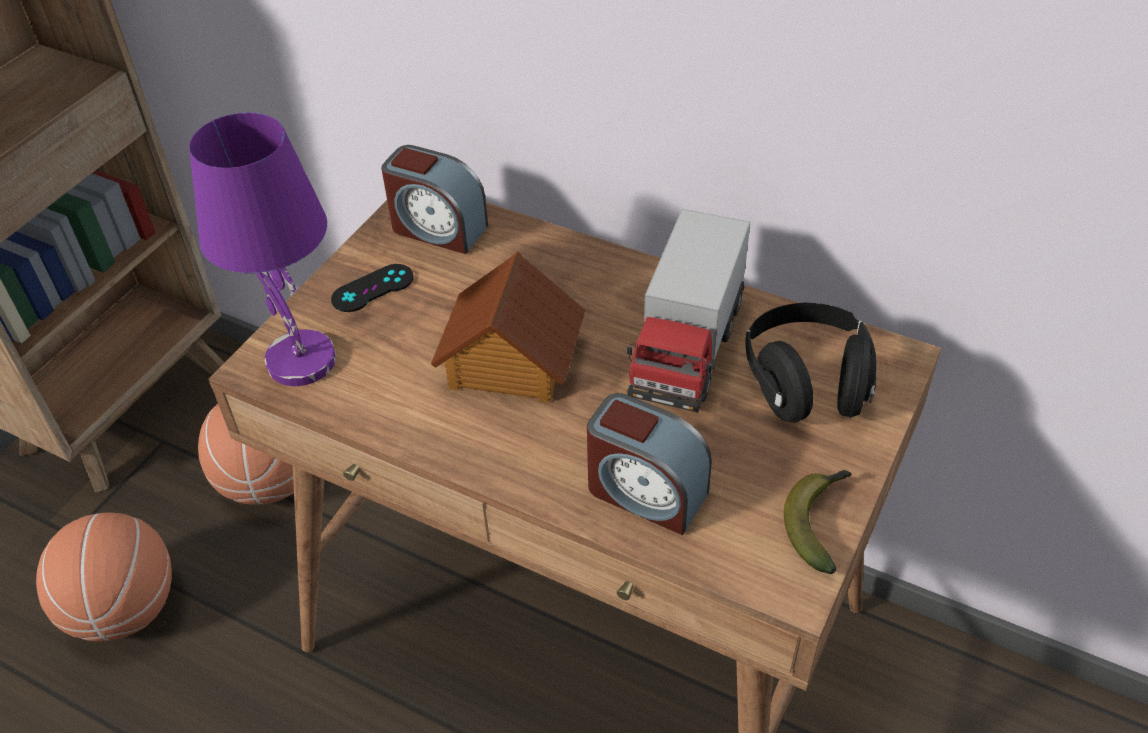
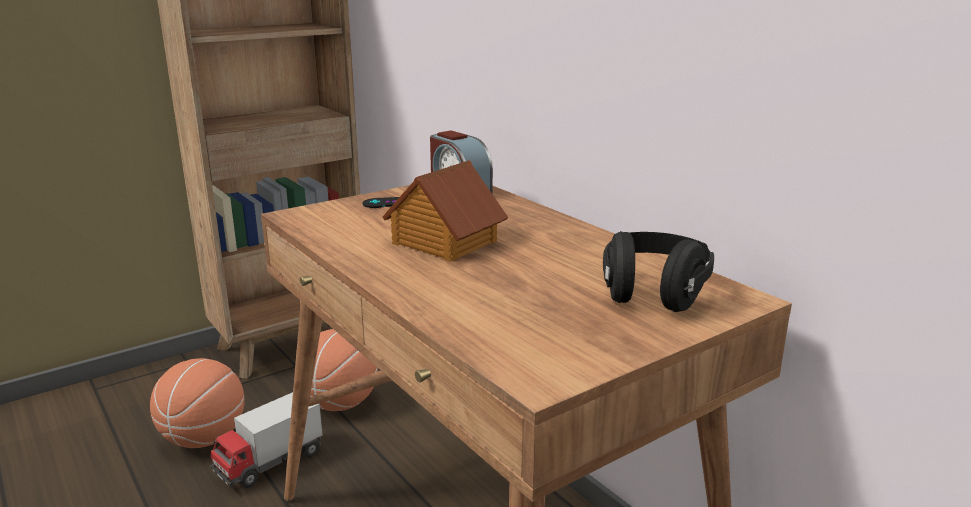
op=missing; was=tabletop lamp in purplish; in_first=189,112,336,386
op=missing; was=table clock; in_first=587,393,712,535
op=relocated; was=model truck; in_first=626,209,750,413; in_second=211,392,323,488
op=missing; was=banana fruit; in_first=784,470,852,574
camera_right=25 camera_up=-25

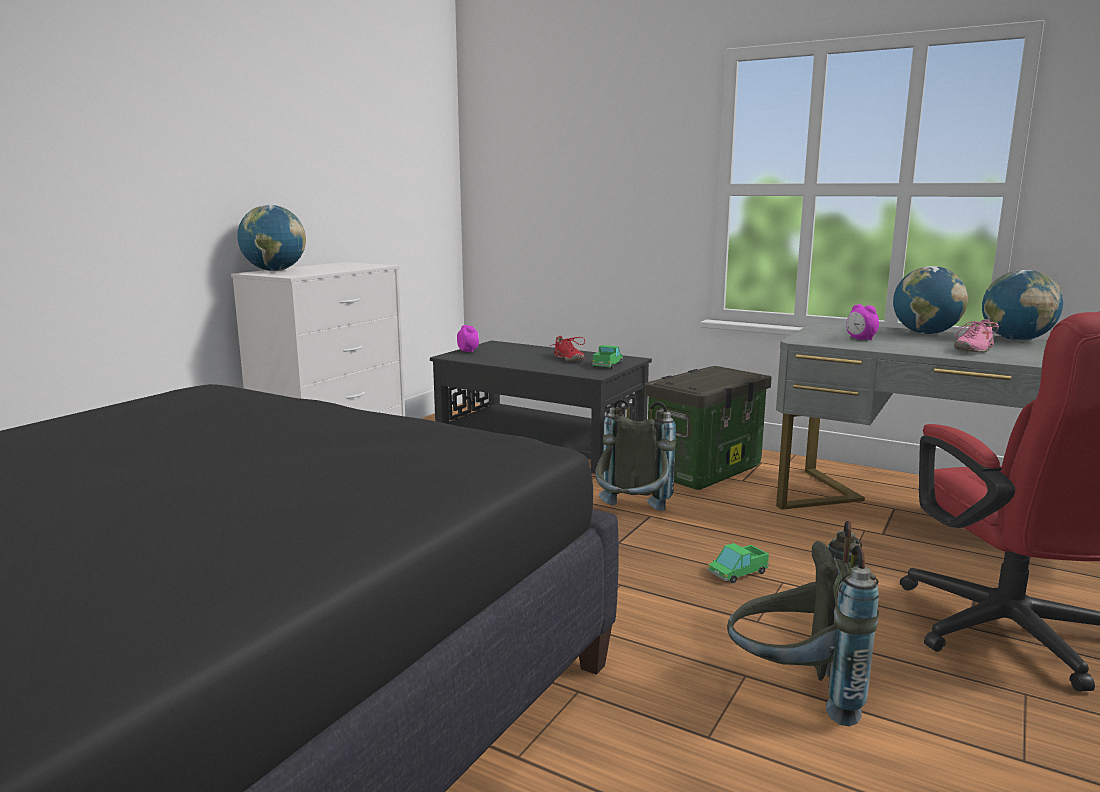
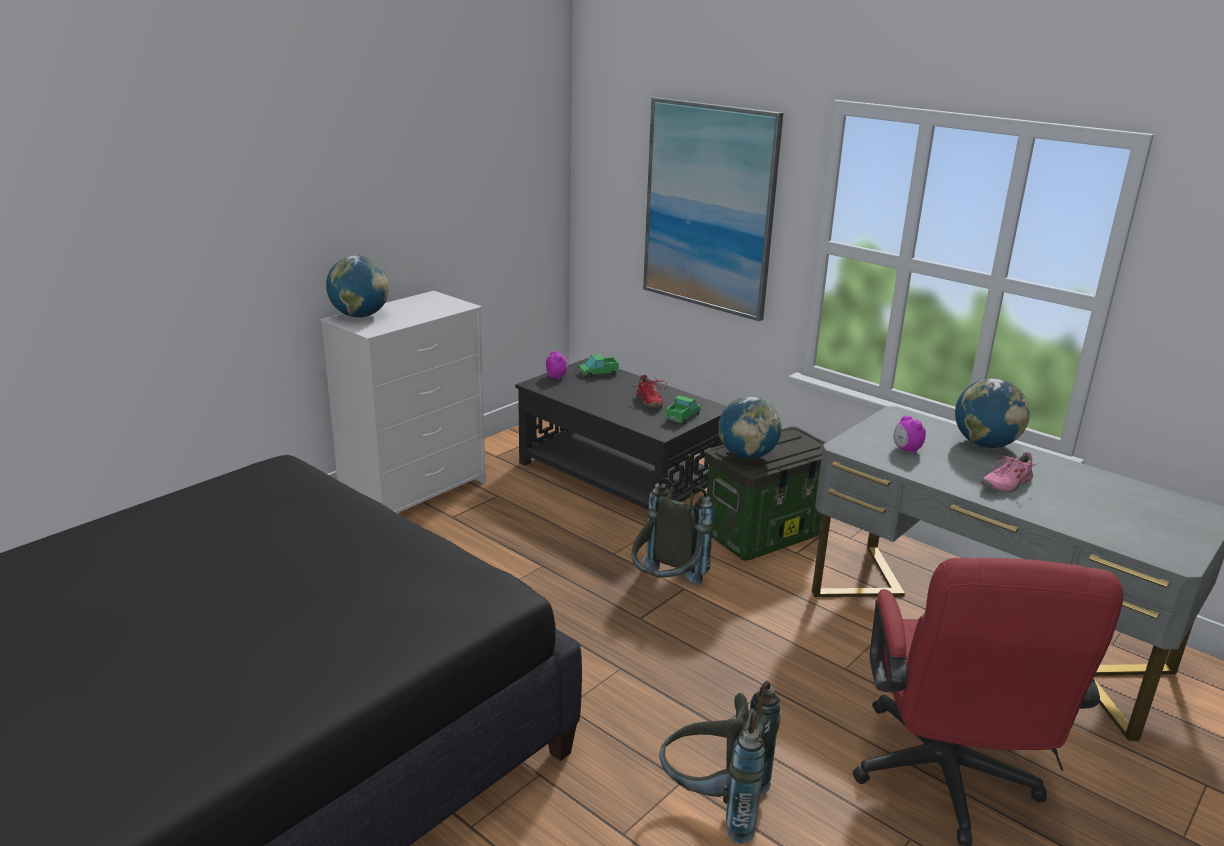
op=relocated; was=model truck; in_first=707,543,769,584; in_second=578,354,619,378
op=relocated; was=world globe; in_first=982,270,1063,341; in_second=718,396,781,459
op=appeared; now=picture; in_second=643,97,783,321
camera_right=10 camera_up=10

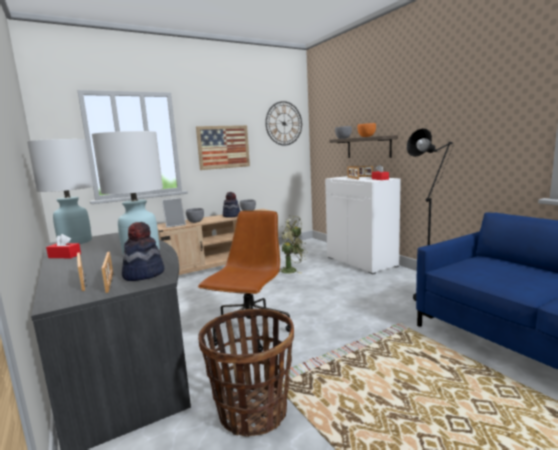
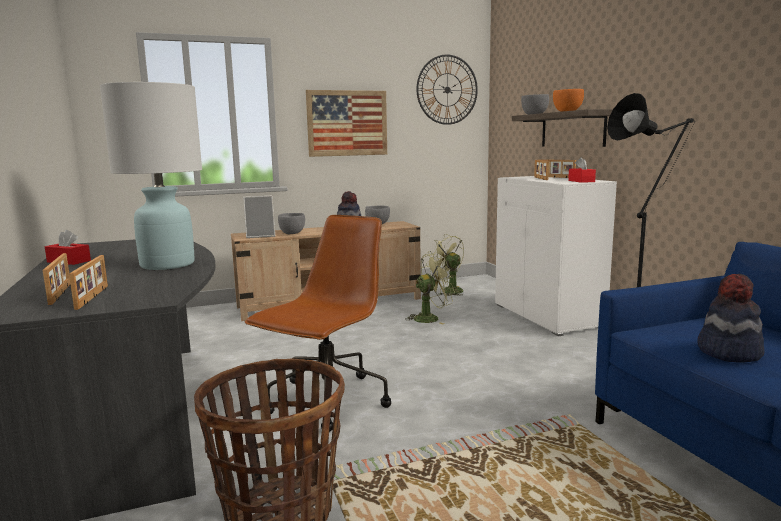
op=missing; was=tabletop lamp in white-coloured; in_first=27,139,93,244
op=relocated; was=hat; in_first=122,222,164,281; in_second=697,274,764,363
camera_right=10 camera_up=0

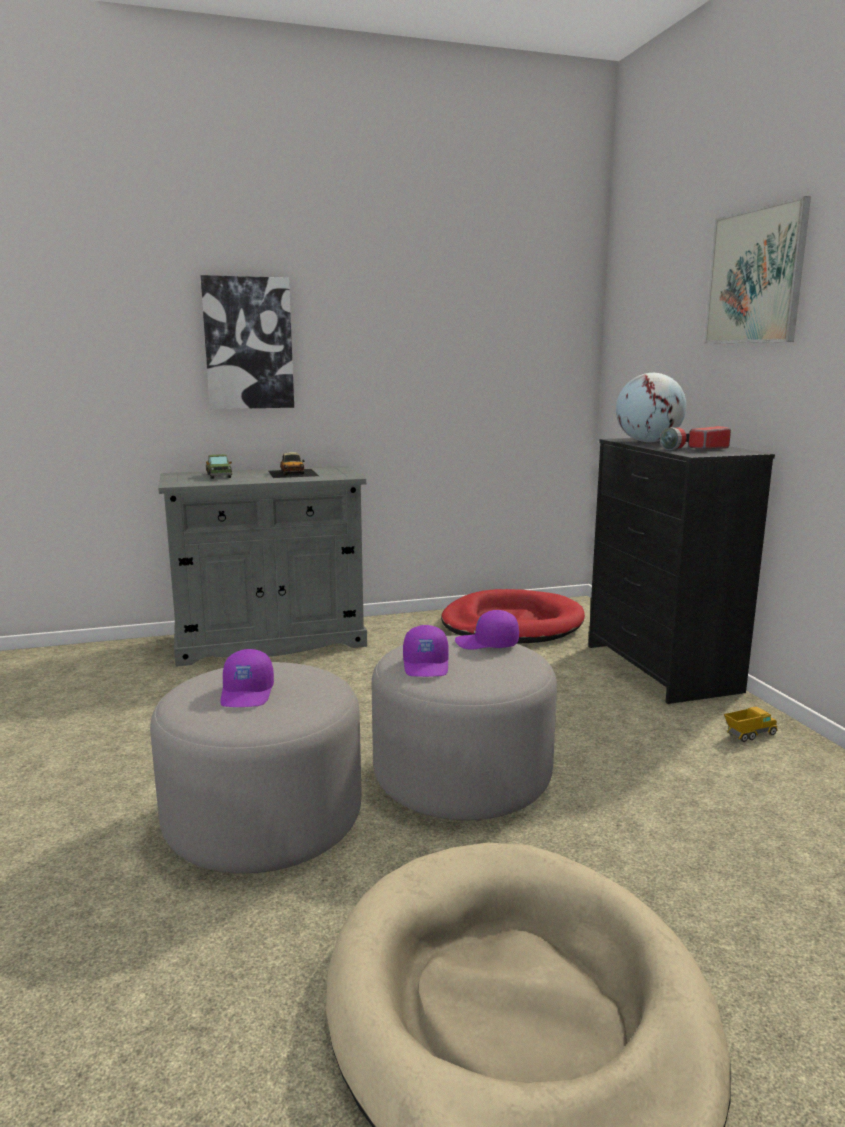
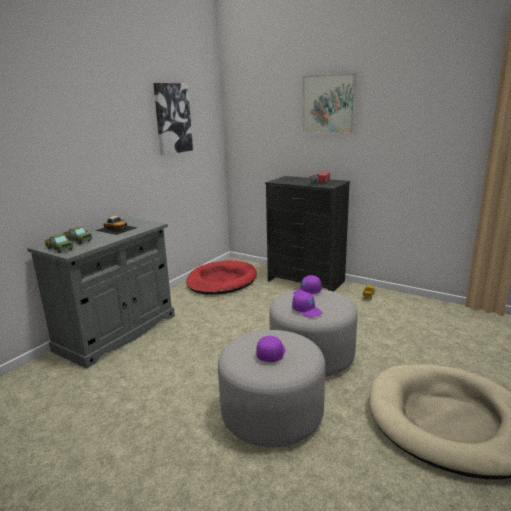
op=relocated; was=picture; in_first=201,275,294,409; in_second=153,83,193,155
op=spun; was=baseball cap in purplish; in_first=220,649,274,707; in_second=256,336,286,362; clockwise=-120
op=missing; was=world globe; in_first=616,373,686,442
op=appeared; now=model truck; in_second=45,234,74,253
camera_right=-40 camera_up=5

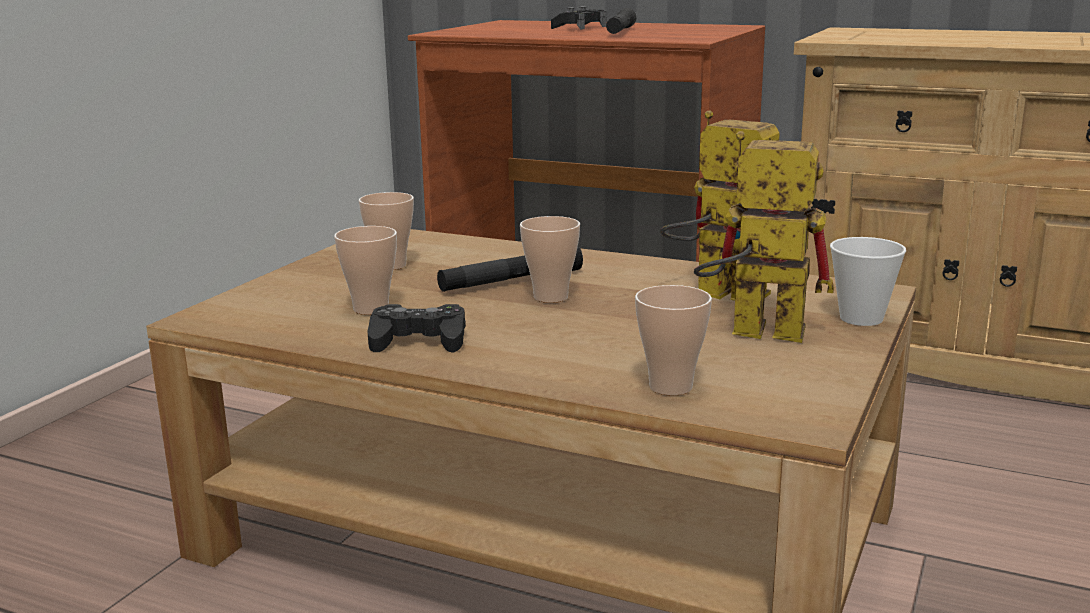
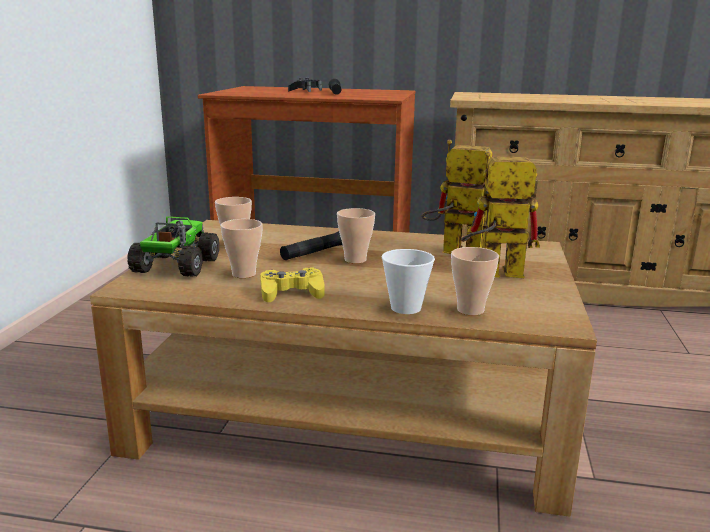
op=colour; was=game controller in black-coloured; now=game controller in yellowish; in_first=367,304,466,352; in_second=260,267,325,302
op=relocated; was=small cup; in_first=830,237,906,326; in_second=382,249,435,314
op=appeared; now=model truck; in_second=127,216,219,277
camera_right=-15 camera_up=0

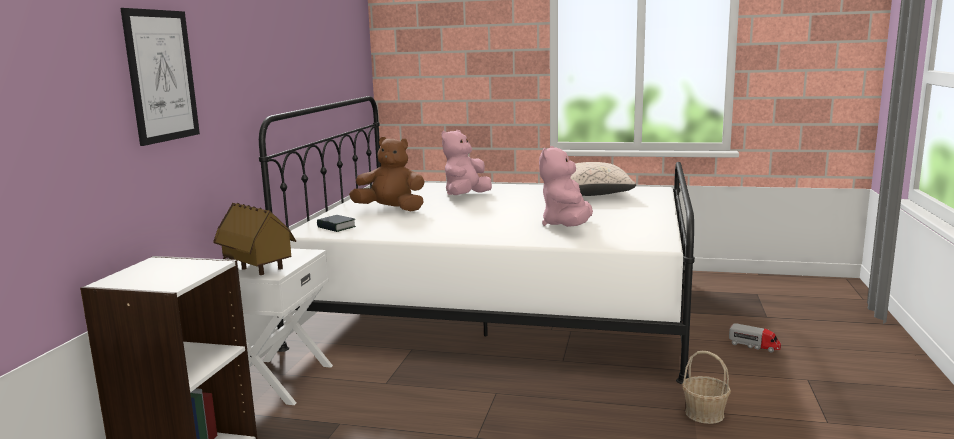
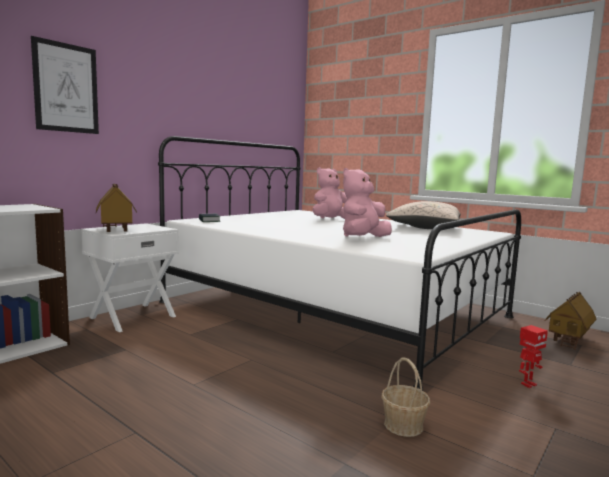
op=missing; was=cuddly toy in brown-coloured; in_first=349,137,425,211
op=exchanged; was=model truck; now=toy robot; in_first=729,323,781,352; in_second=519,325,548,388
op=appeared; now=toy house; in_second=545,292,596,350
camera_right=25 camera_up=-5

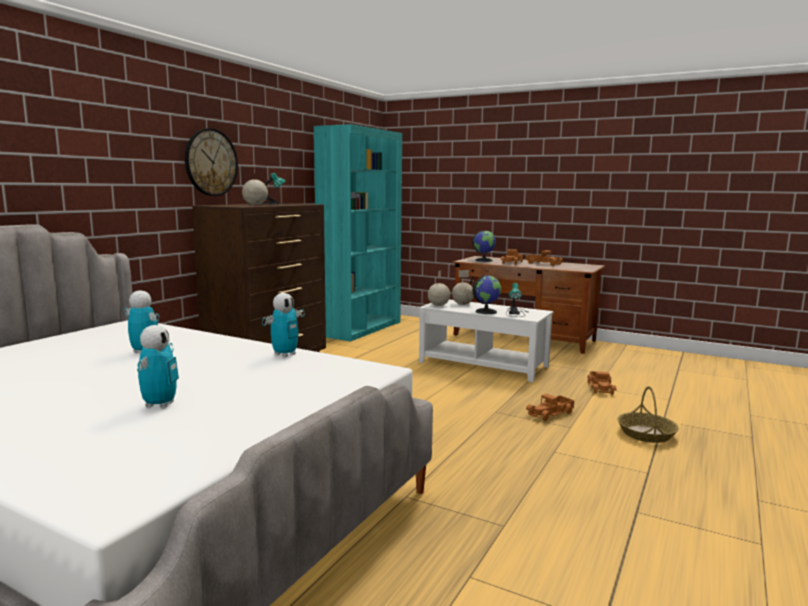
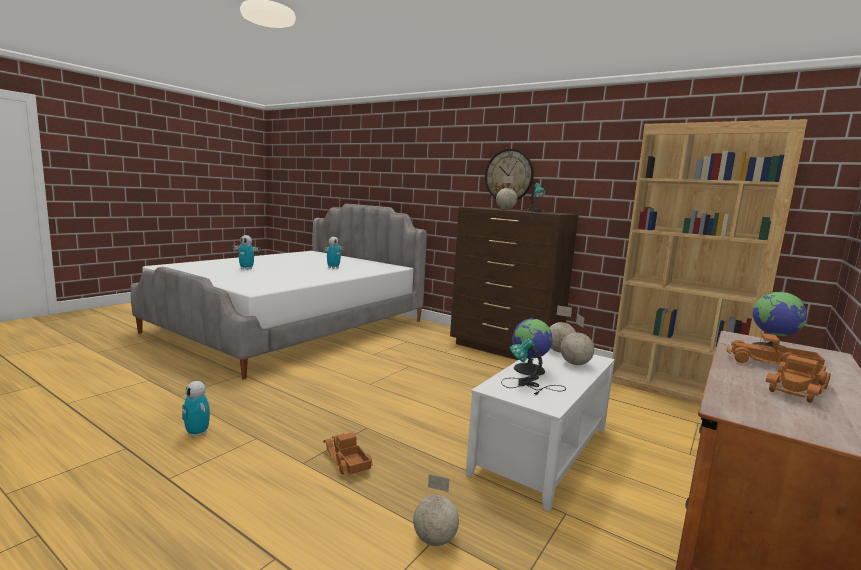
op=relocated; was=toy robot; in_first=262,293,305,357; in_second=182,381,210,438
op=colour; was=bookcase in turquoise; now=bookcase in brown-coloured; in_first=314,124,402,342; in_second=611,119,807,405
op=exchanged; was=model truck; now=world globe; in_first=587,371,616,395; in_second=413,474,459,546
op=missing; was=household basket; in_first=617,386,679,443
camera_right=95 camera_up=0

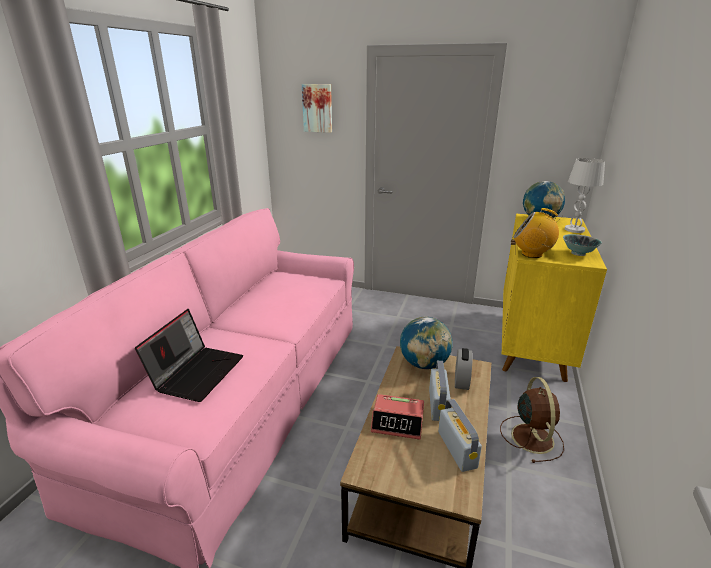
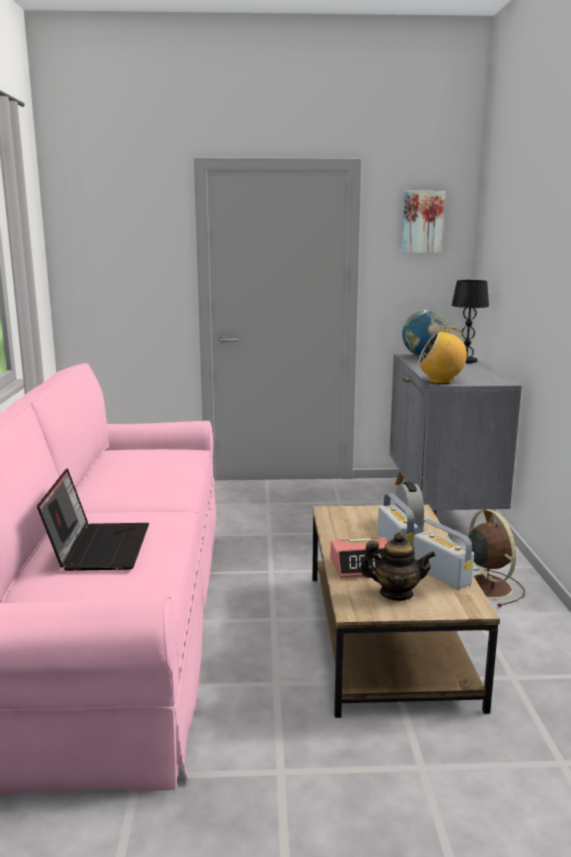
op=relocated; was=picture; in_first=302,84,332,133; in_second=402,191,445,253
op=missing; was=world globe; in_first=400,316,453,369
op=colour; was=storage cabinet in yellowish; now=storage cabinet in greyish; in_first=502,214,607,382; in_second=390,353,522,522
op=missing; was=bowl; in_first=563,234,602,256
op=colour; was=tabletop lamp in white-coloured; now=tabletop lamp in black-coloured; in_first=565,158,605,233; in_second=452,280,489,363
op=appeared; now=teapot; in_second=360,532,436,601
camera_right=-20 camera_up=-10

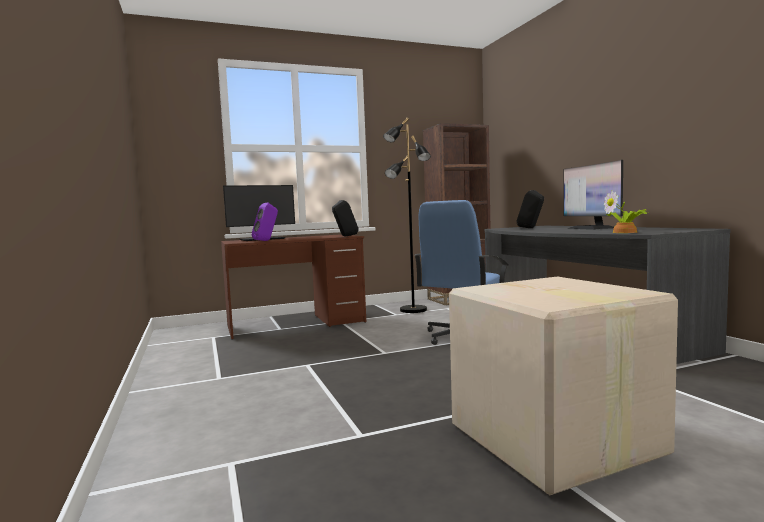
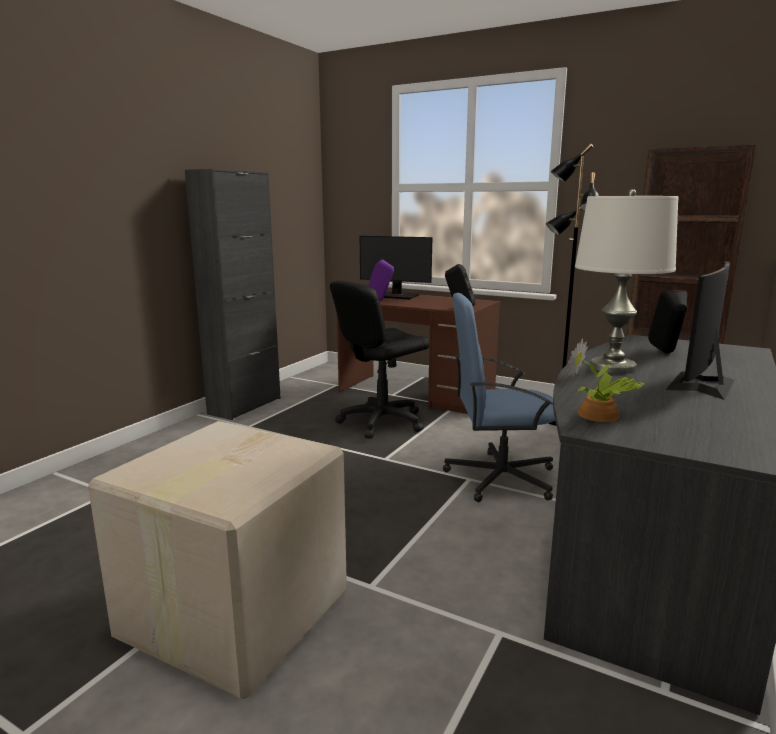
op=appeared; now=storage cabinet in black-coloured; in_second=185,169,281,420
op=appeared; now=desk chair in black-coloured; in_second=330,280,430,439
op=appeared; now=tabletop lamp in white-coloured; in_second=575,189,678,374
camera_right=50 camera_up=10

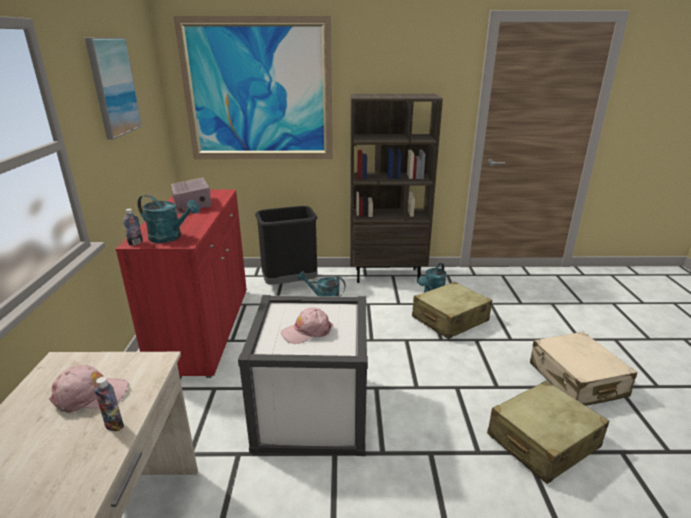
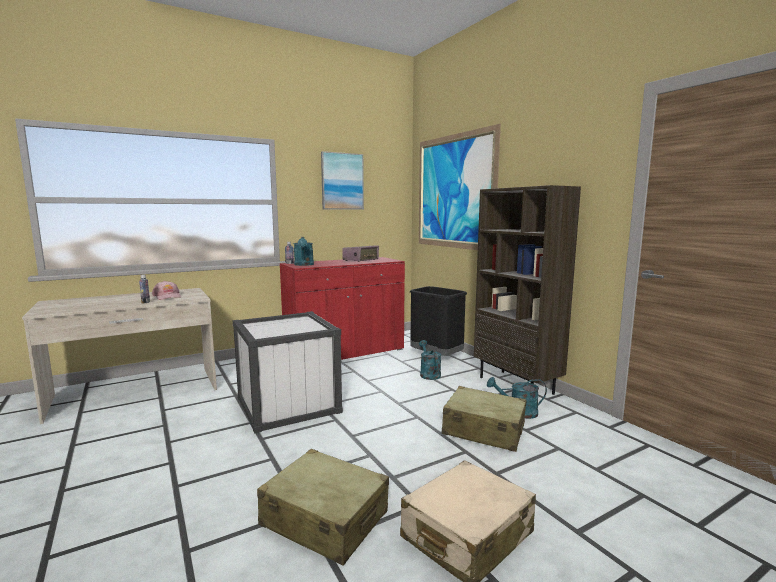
op=missing; was=baseball cap in pink; in_first=281,307,333,344
camera_right=60 camera_up=-15

